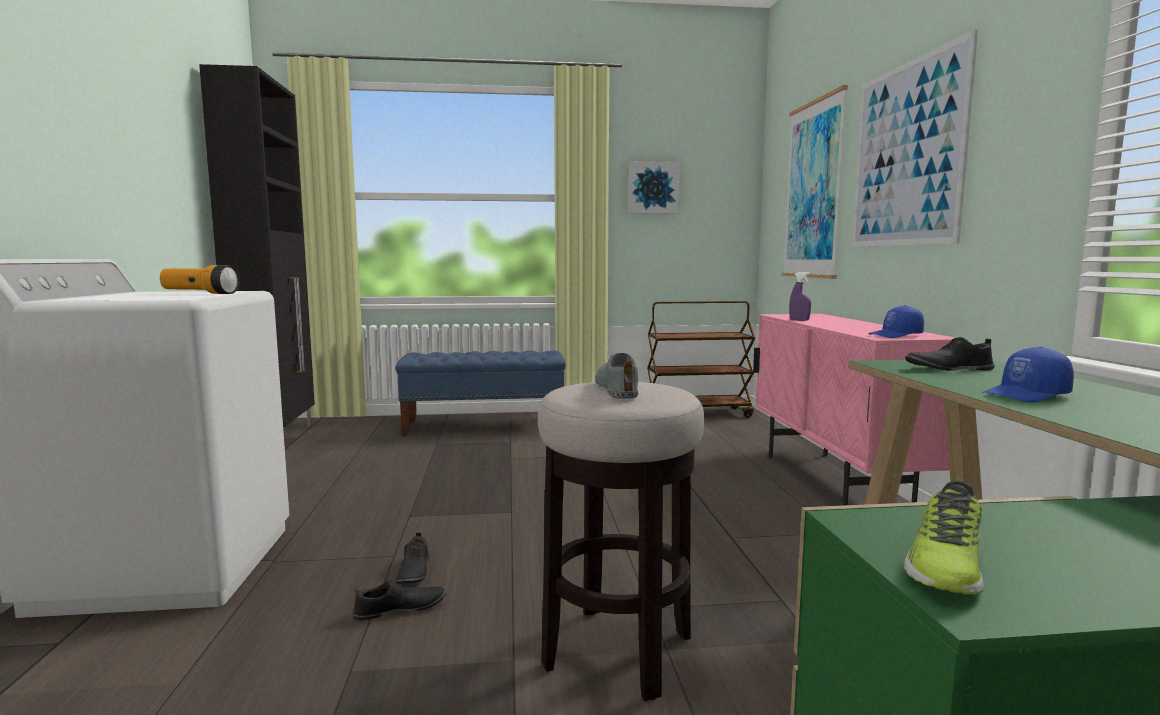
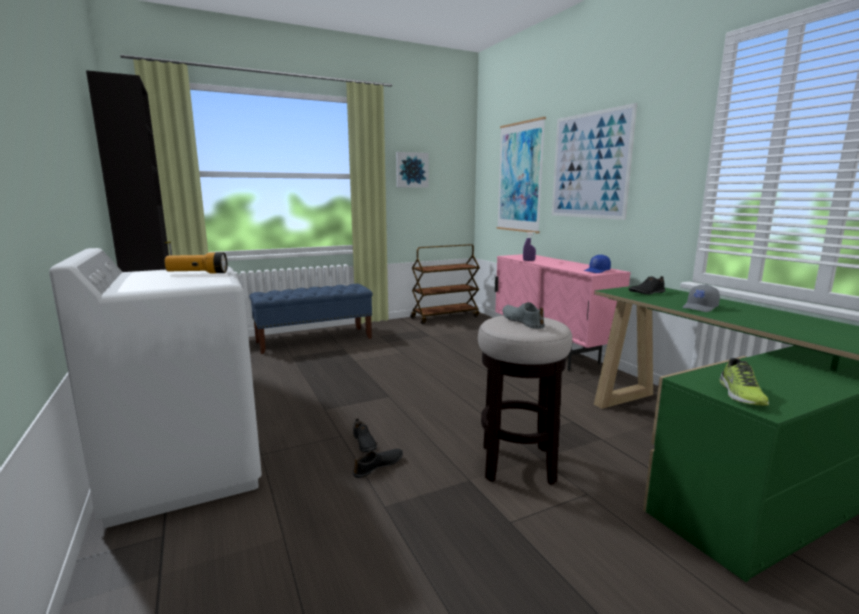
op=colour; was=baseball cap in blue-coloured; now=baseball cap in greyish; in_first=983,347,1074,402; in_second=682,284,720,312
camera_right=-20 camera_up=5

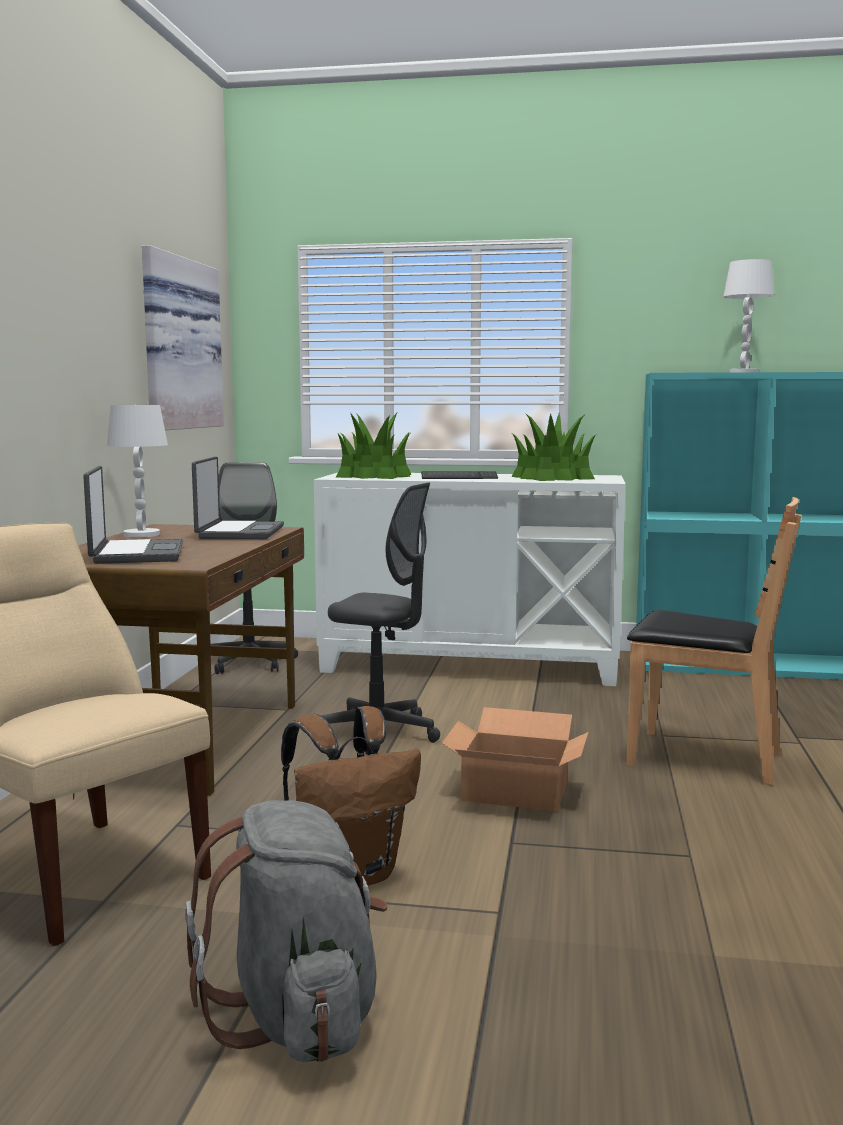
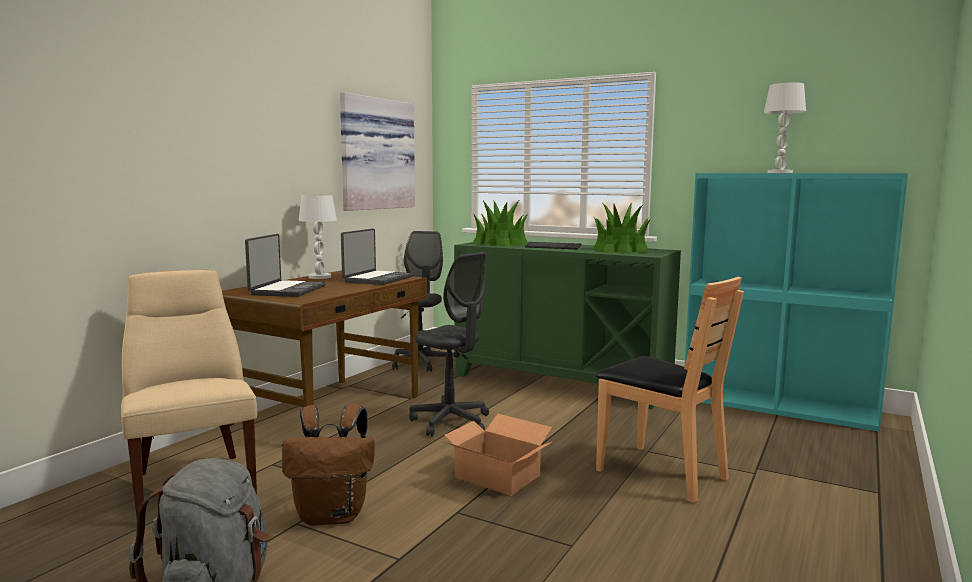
op=colour; was=storage cabinet in white-coloured; now=storage cabinet in greenish; in_first=314,473,626,686; in_second=454,242,681,409
camera_right=20 camera_up=0

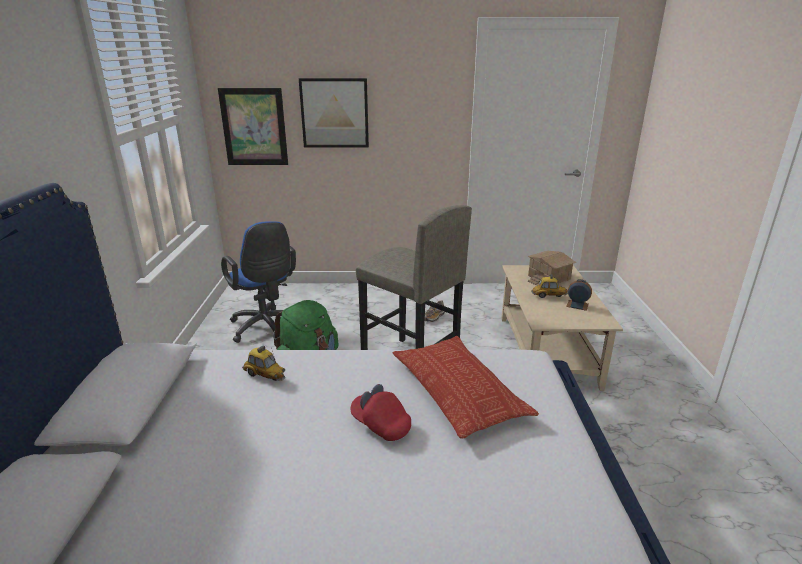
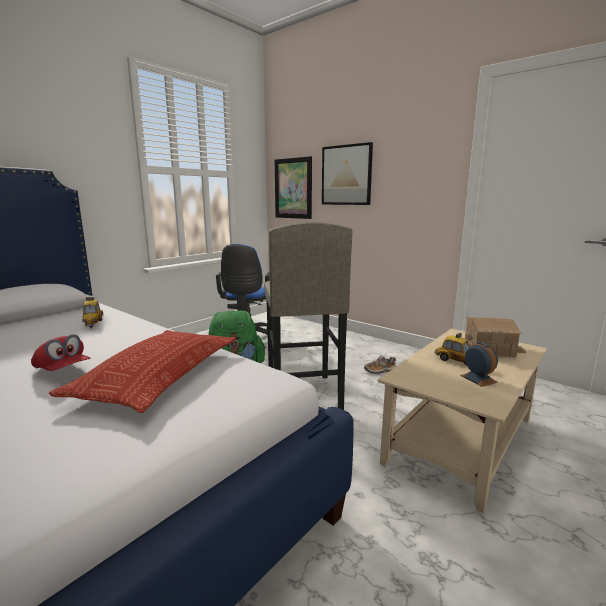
op=spun; was=baseball cap in red; in_first=351,384,411,441; in_second=31,334,91,371; clockwise=135
camera_right=40 camera_up=-10

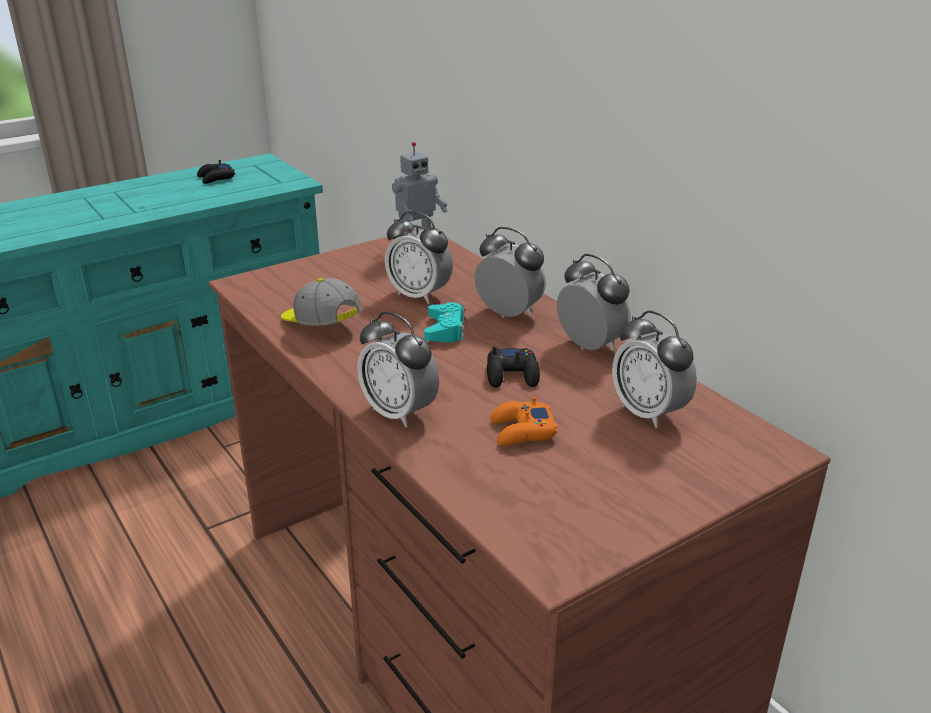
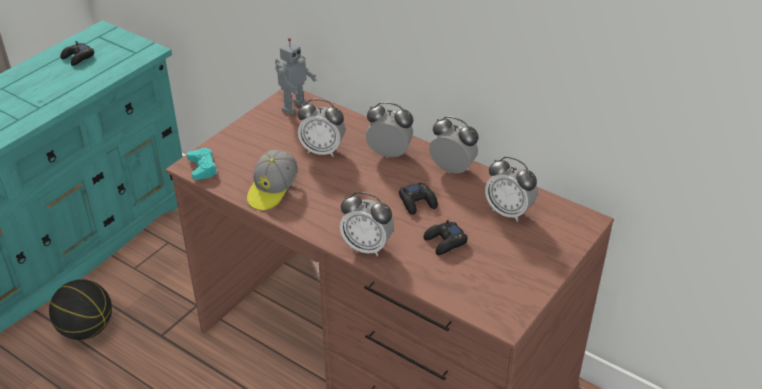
op=spun; was=baseball cap; in_first=281,278,362,326; in_second=247,150,298,210; clockwise=-90
op=relocated; was=game controller in turquoise; in_first=424,302,465,343; in_second=187,148,218,180
op=colour; was=game controller in orangey; now=game controller in black-coloured; in_first=490,396,557,446; in_second=423,220,468,255
op=appeared; now=basketball; in_second=49,279,112,340
camera_right=-20 camera_up=10

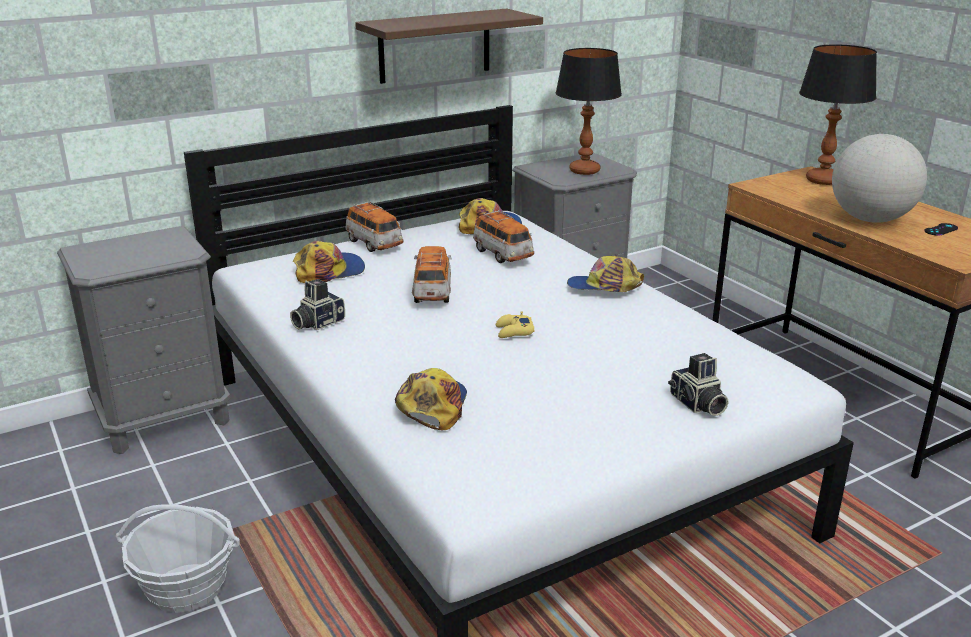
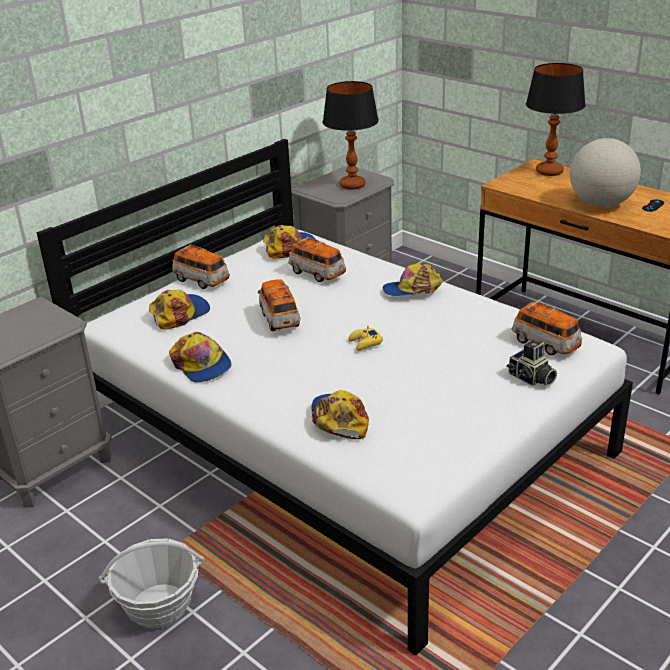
op=exchanged; was=still camera; now=baseball cap; in_first=290,279,345,330; in_second=169,332,232,382
op=missing; was=wall shelf in brown-coloured; in_first=355,9,543,84
op=appeared; now=toy car; in_second=511,301,582,355
camera_right=-15 camera_up=5

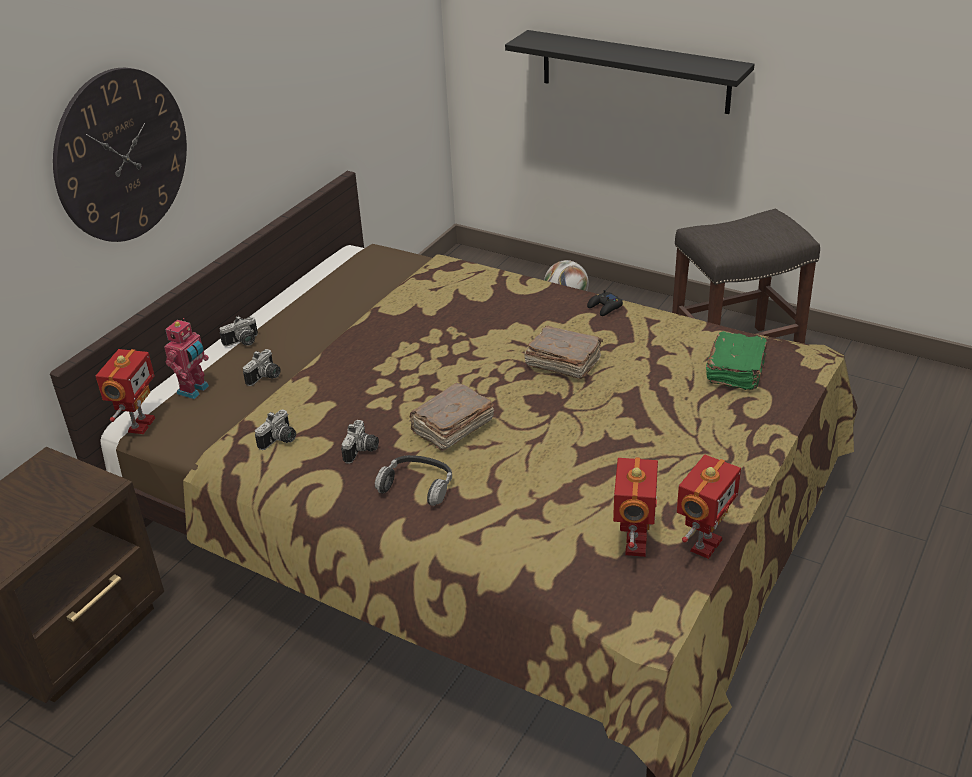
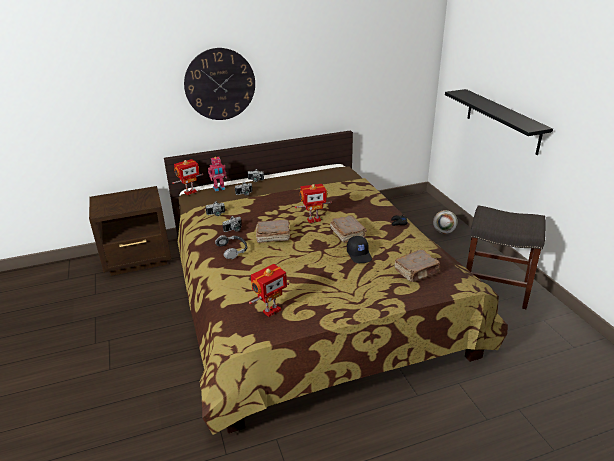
op=relocated; was=toy robot; in_first=677,455,741,559; in_second=295,184,332,223
op=colour; was=book in greenish; now=book in brown-coloured; in_first=706,331,767,390; in_second=395,250,440,282
op=appeared; now=baseball cap in black-coloured; in_second=347,236,372,263
camera_right=40 camera_up=-5

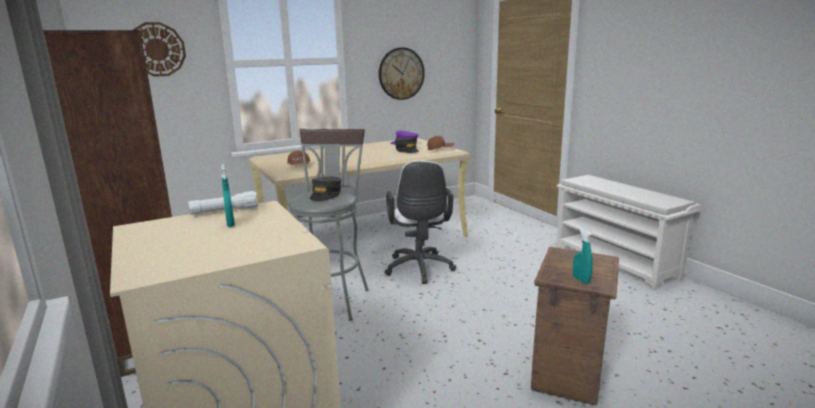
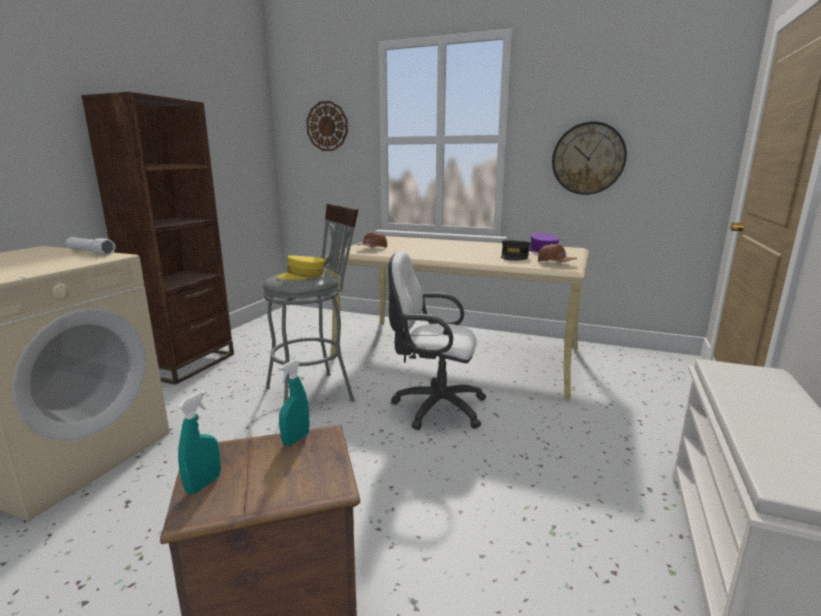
op=relocated; was=spray bottle in turquoise; in_first=221,164,235,227; in_second=278,360,310,446
op=colour; was=baseball cap in greyish; now=baseball cap in yellowish; in_first=310,177,342,201; in_second=277,255,325,280
op=spun; was=desk chair in white-coloured; in_first=384,160,456,284; in_second=388,252,486,430; clockwise=60
camera_right=50 camera_up=0

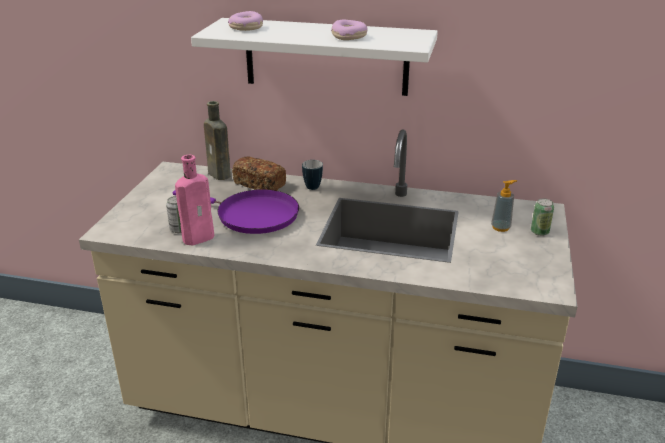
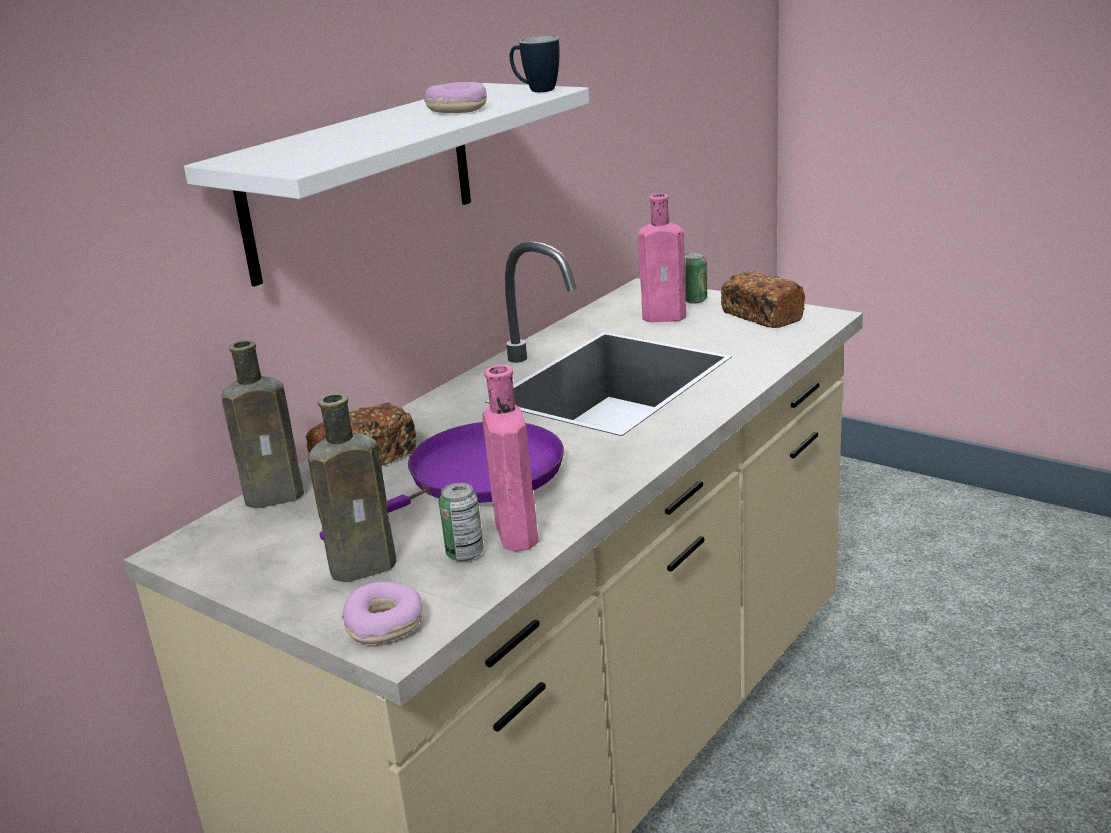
op=relocated; was=donut; in_first=228,11,263,31; in_second=342,582,423,644
op=relocated; was=coffee mug; in_first=302,160,323,190; in_second=510,36,559,92
op=exchanged; was=soap bottle; now=drink bottle in pink; in_first=491,180,517,232; in_second=638,194,686,322
op=appeared; now=drink bottle in brown-coloured; in_second=308,393,397,582
op=appeared; now=baked bread; in_second=721,271,805,328
camera_right=-65 camera_up=-5

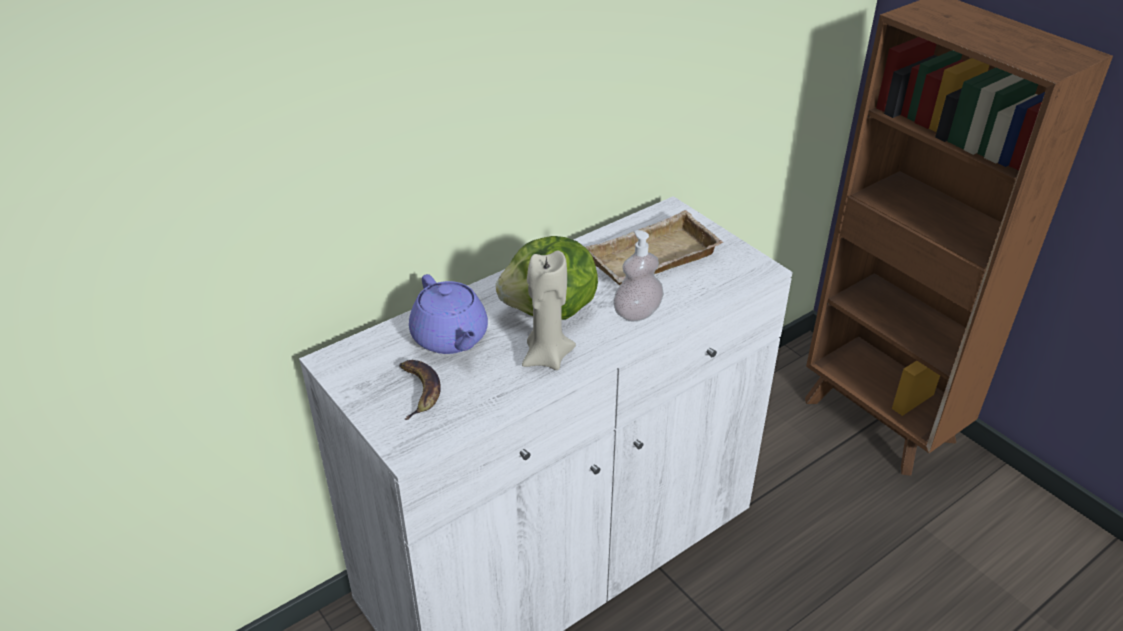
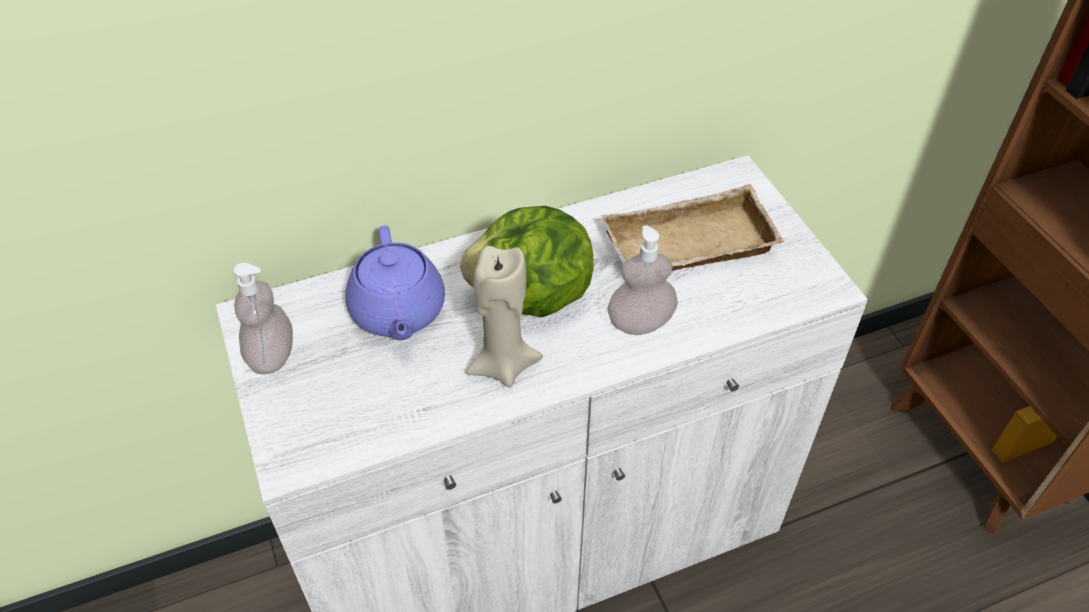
op=missing; was=banana fruit; in_first=399,360,441,420
op=appeared; now=soap bottle; in_second=233,263,293,375
camera_right=15 camera_up=10

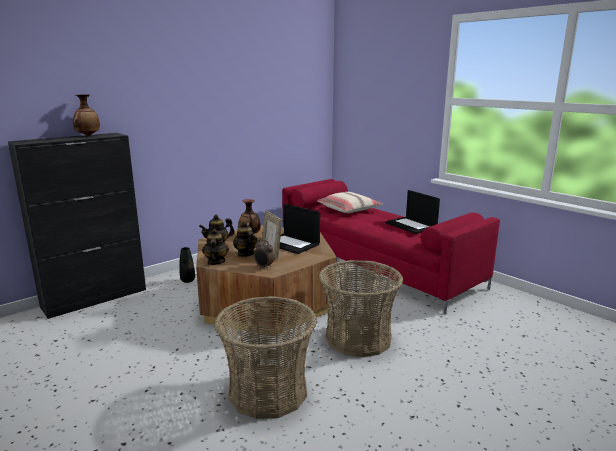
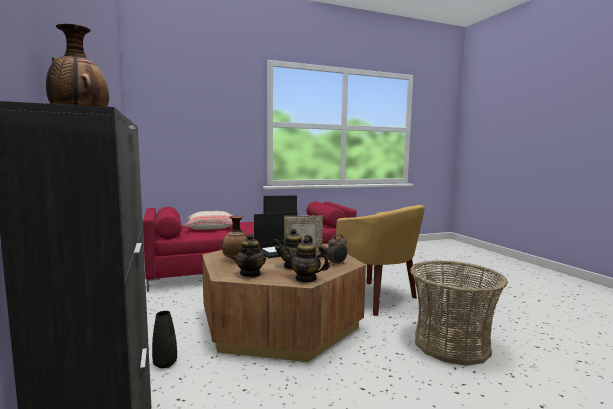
op=exchanged; was=household basket; now=easy chair in yellowish; in_first=319,260,403,357; in_second=336,205,425,316
camera_right=-70 camera_up=-10

